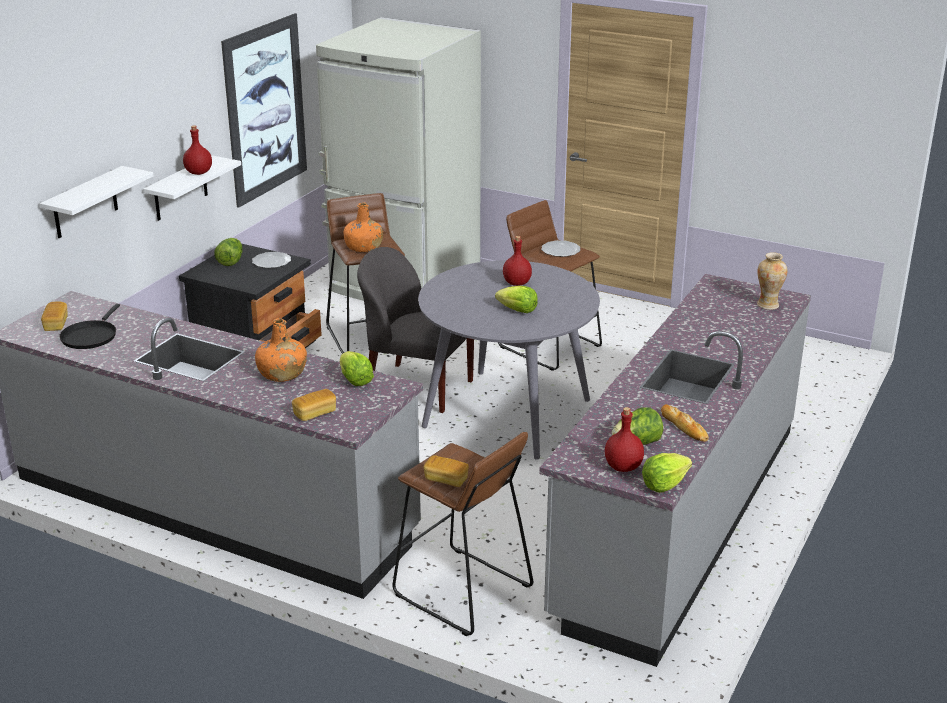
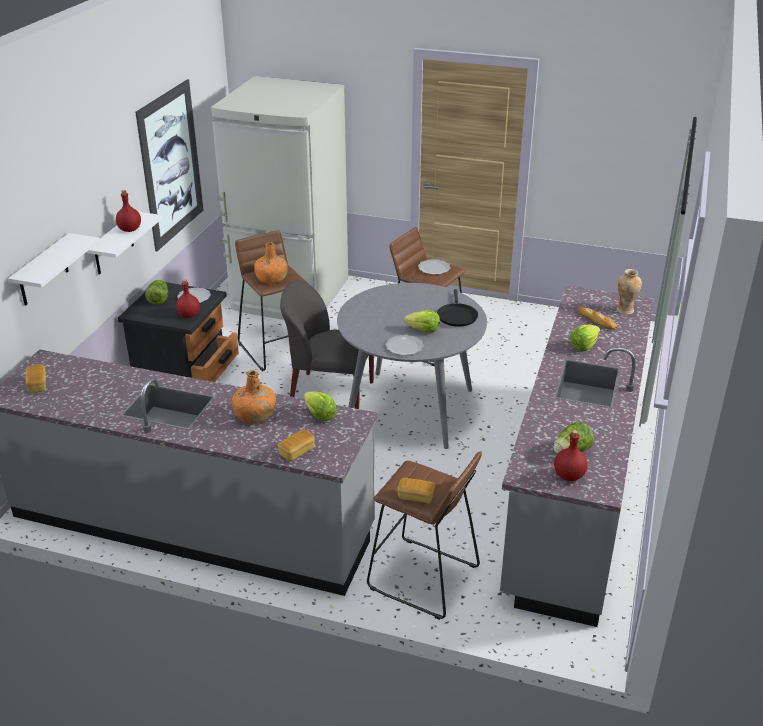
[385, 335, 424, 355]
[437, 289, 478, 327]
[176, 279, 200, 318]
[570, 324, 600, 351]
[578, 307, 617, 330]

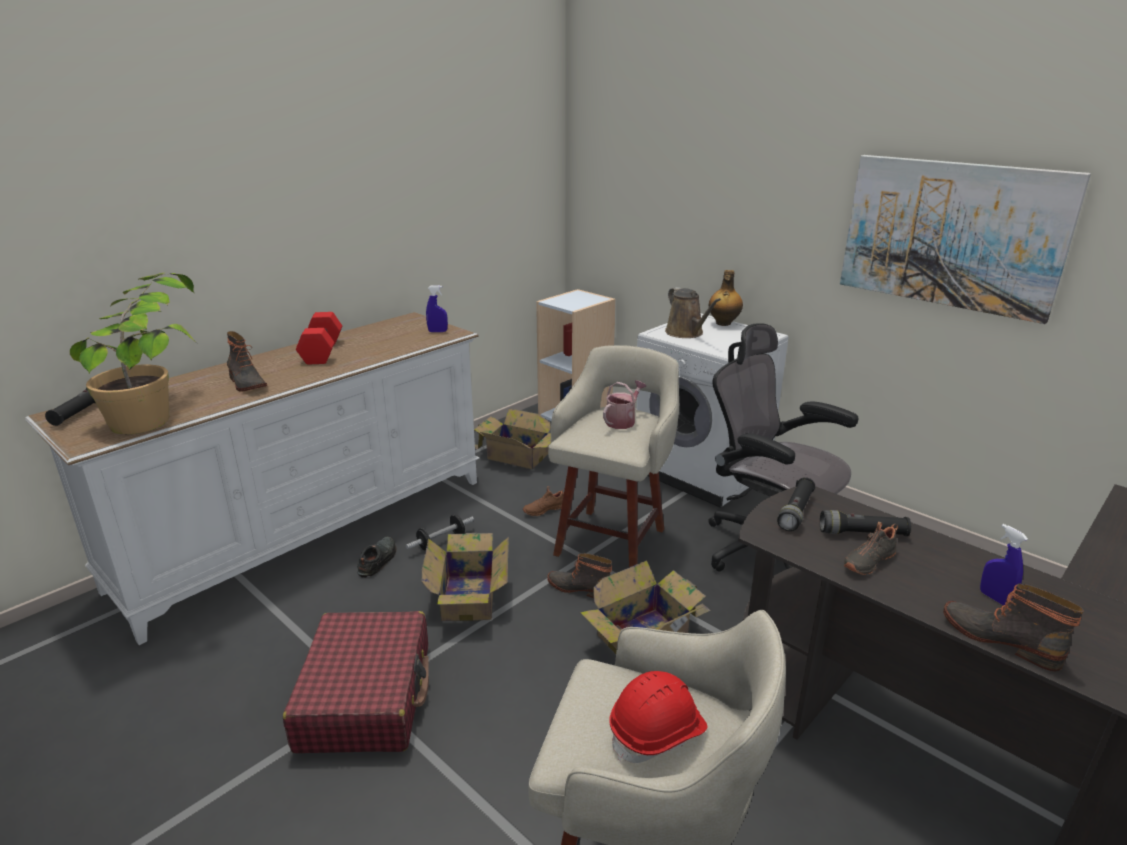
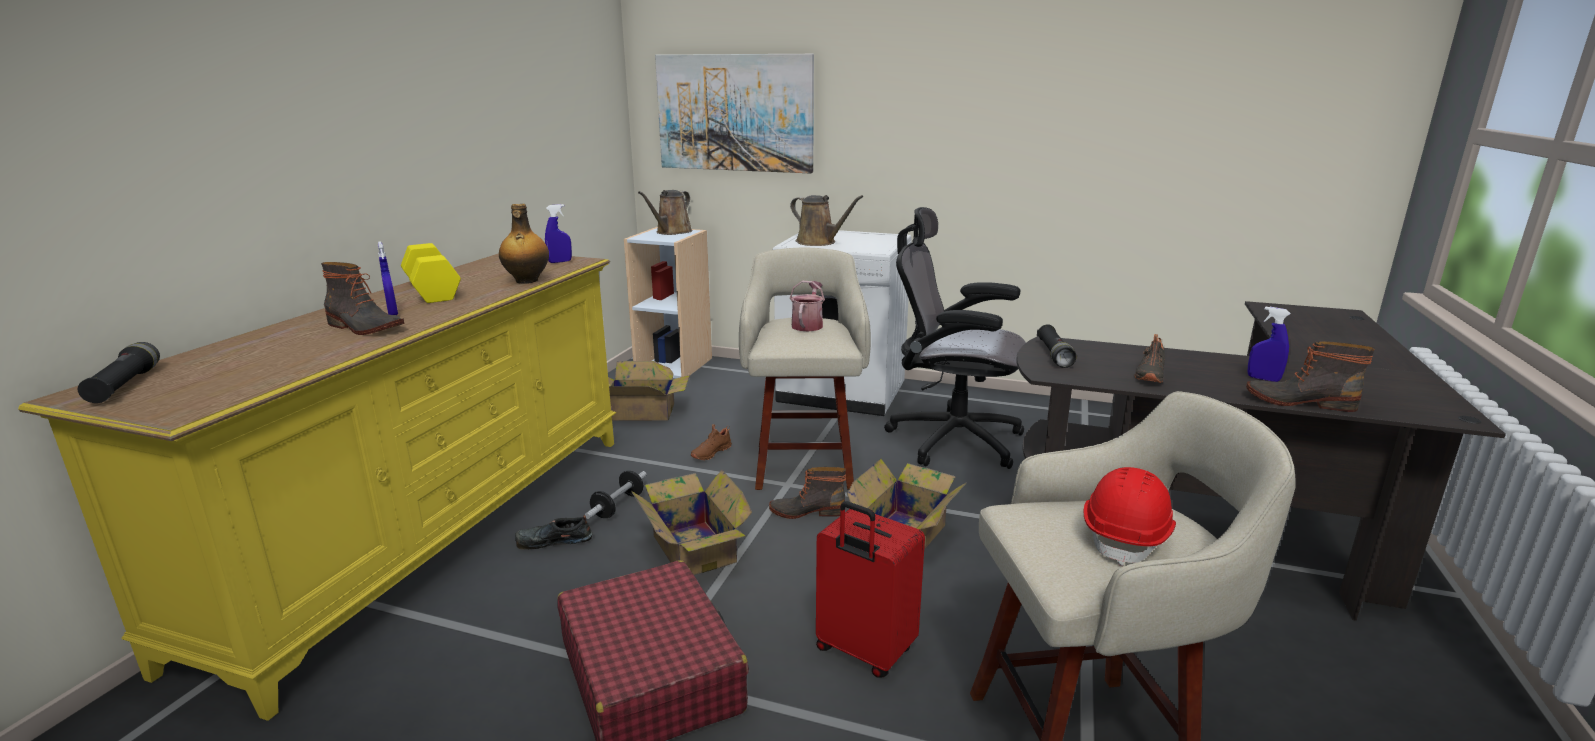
[70, 272, 198, 434] (first image)
[820, 510, 911, 536] (first image)
[378, 241, 398, 315]
[638, 190, 692, 235]
[816, 501, 925, 678]
[499, 204, 549, 284]
[655, 54, 814, 173]
[18, 253, 616, 721]
[401, 243, 461, 303]
[515, 515, 592, 549]

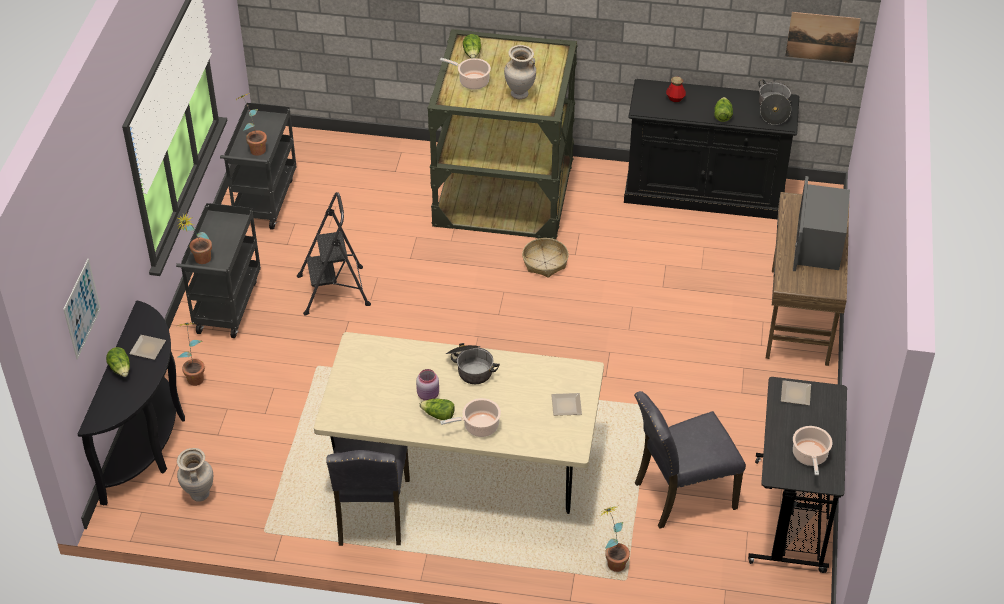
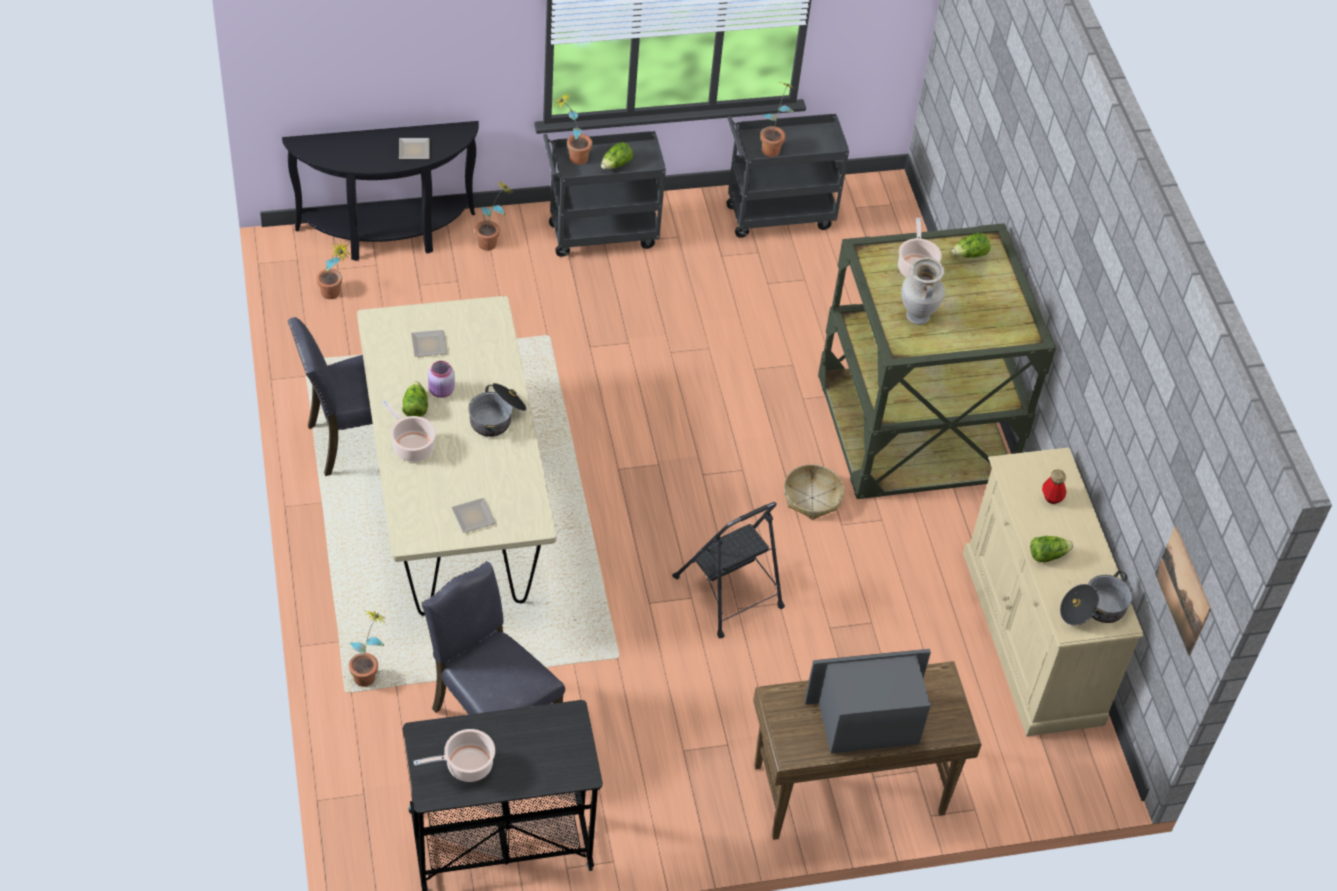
[63, 259, 101, 359] (first image)
[601, 142, 633, 169]
[672, 502, 785, 638]
[411, 330, 447, 357]
[316, 242, 351, 299]
[963, 447, 1143, 737]

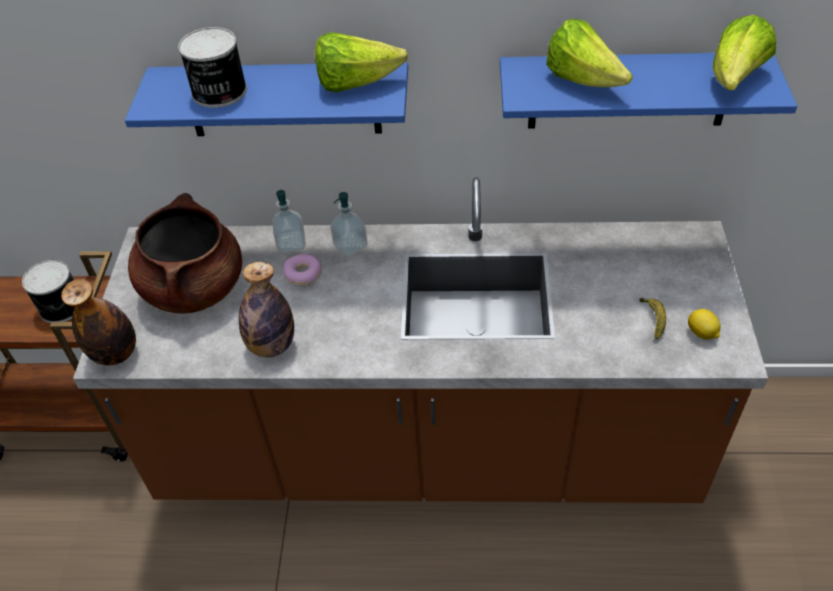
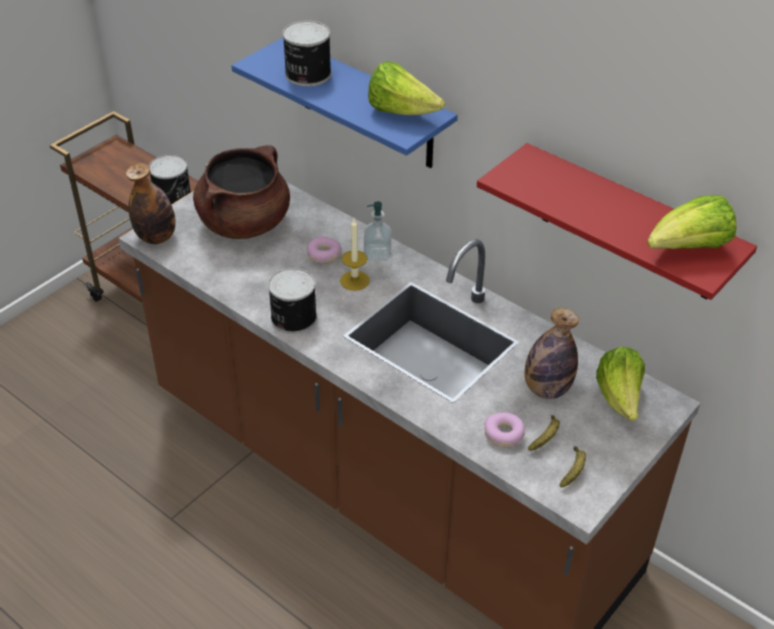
[273, 190, 306, 253] (first image)
[268, 268, 317, 334]
[340, 219, 370, 291]
[484, 412, 525, 447]
[525, 308, 579, 399]
[596, 346, 645, 421]
[559, 446, 586, 487]
[477, 143, 757, 300]

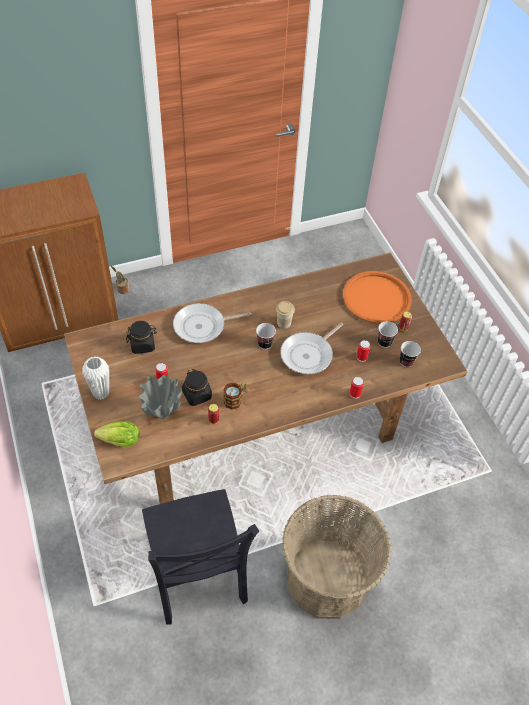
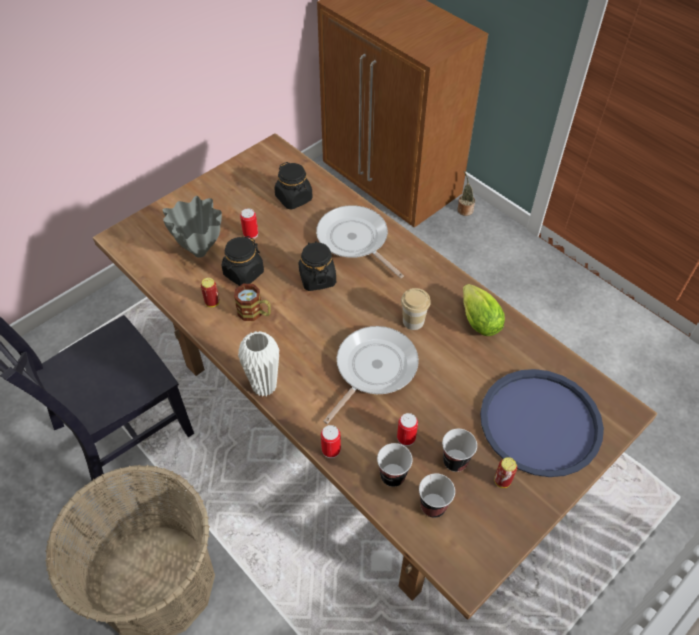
[298, 241, 336, 291]
[238, 331, 279, 397]
[463, 284, 505, 336]
[377, 443, 413, 487]
[480, 369, 604, 477]
[323, 326, 419, 424]

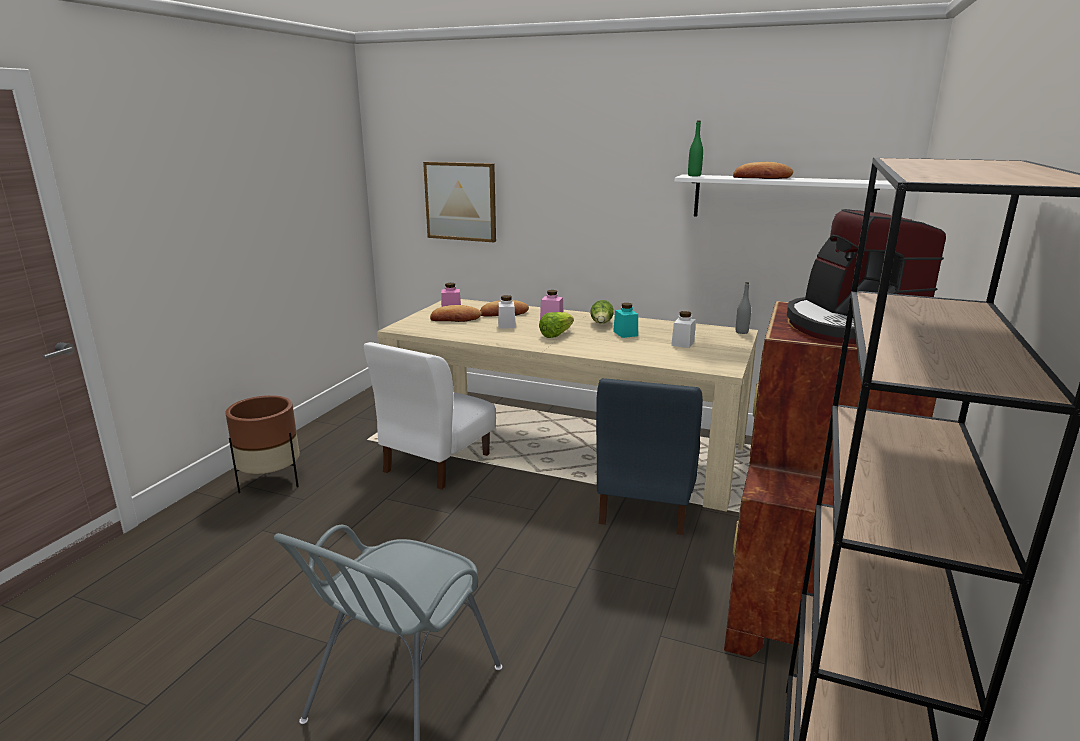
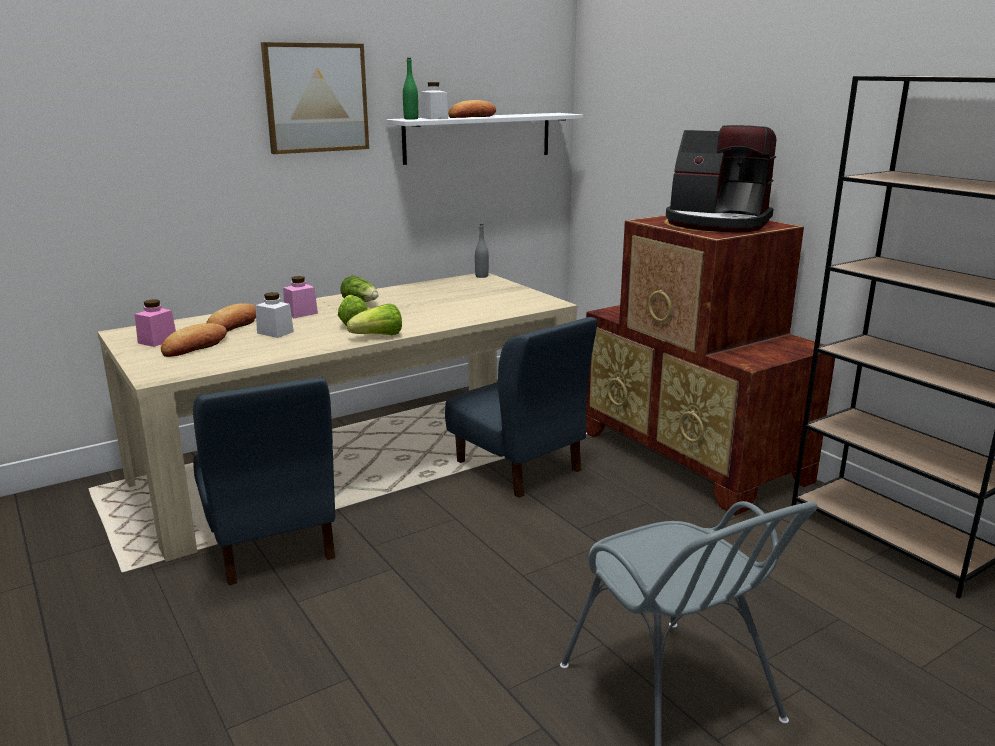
[225, 395, 300, 493] (first image)
[613, 303, 638, 338] (first image)
[347, 304, 402, 335]
[261, 42, 369, 154]
[421, 82, 448, 119]
[193, 377, 336, 586]

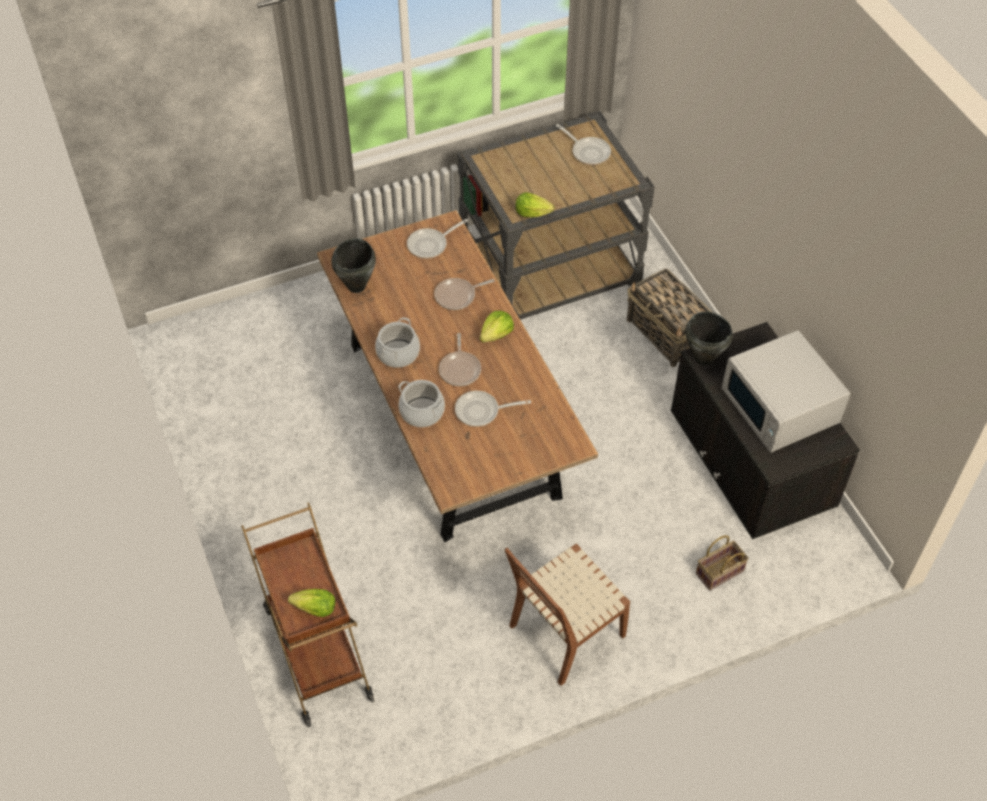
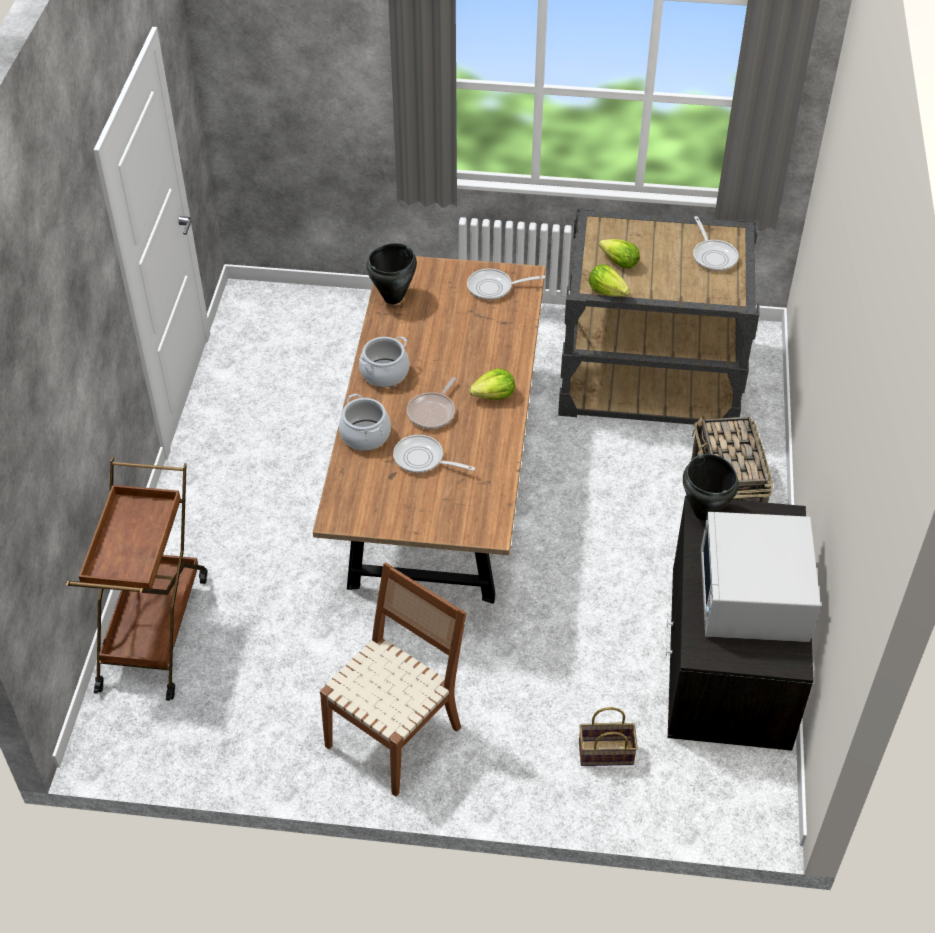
[434, 278, 495, 310] (first image)
[599, 239, 640, 269]
[320, 563, 466, 796]

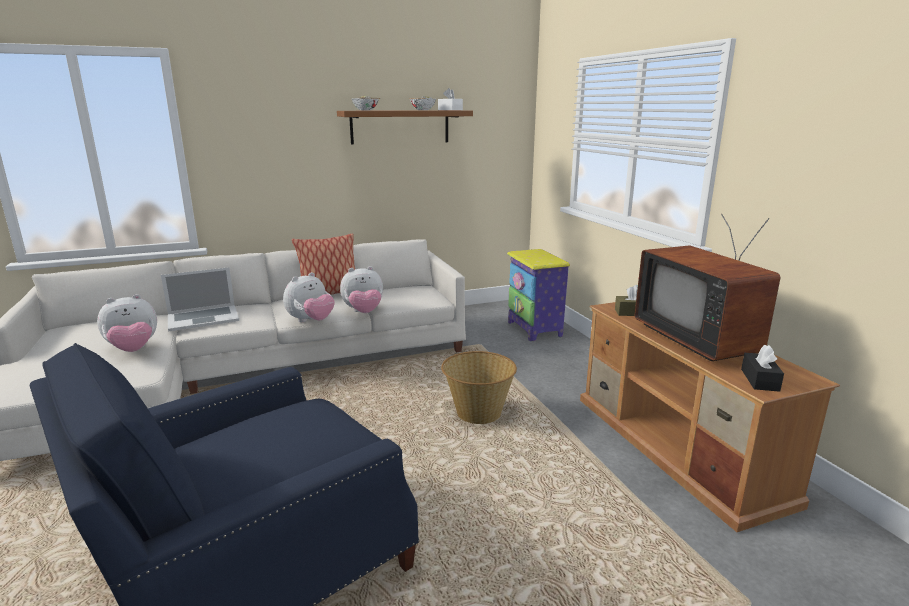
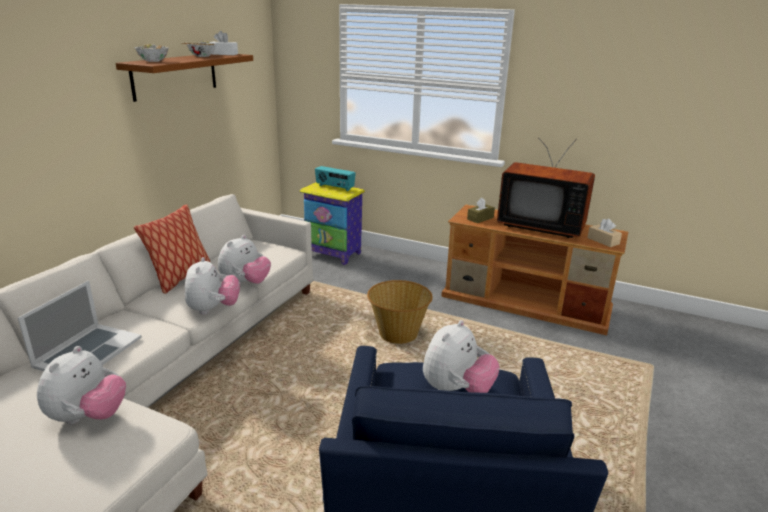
[315, 166, 356, 191]
[423, 320, 500, 393]
[587, 219, 622, 247]

